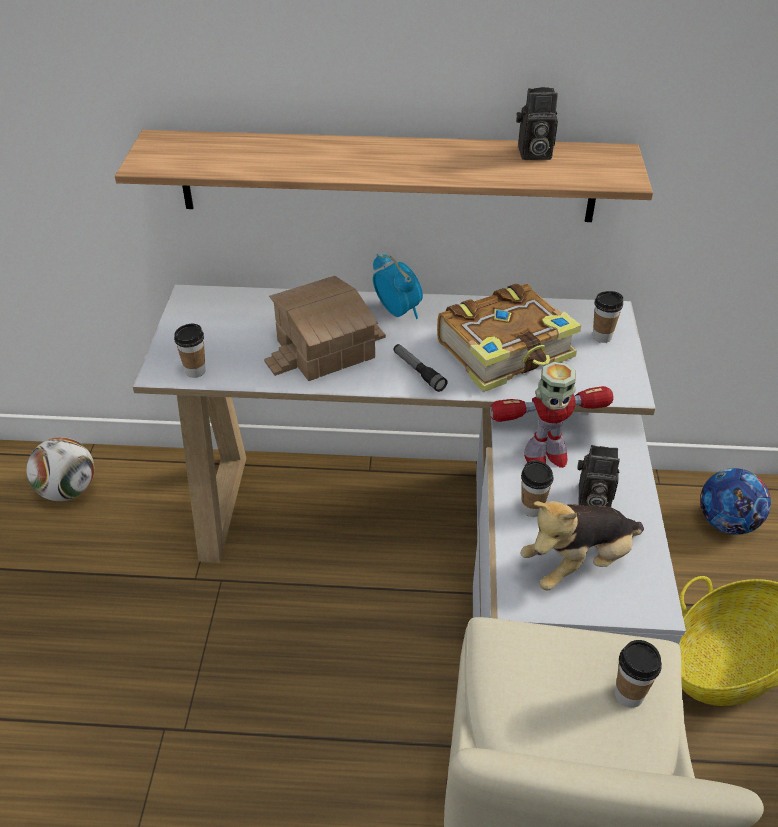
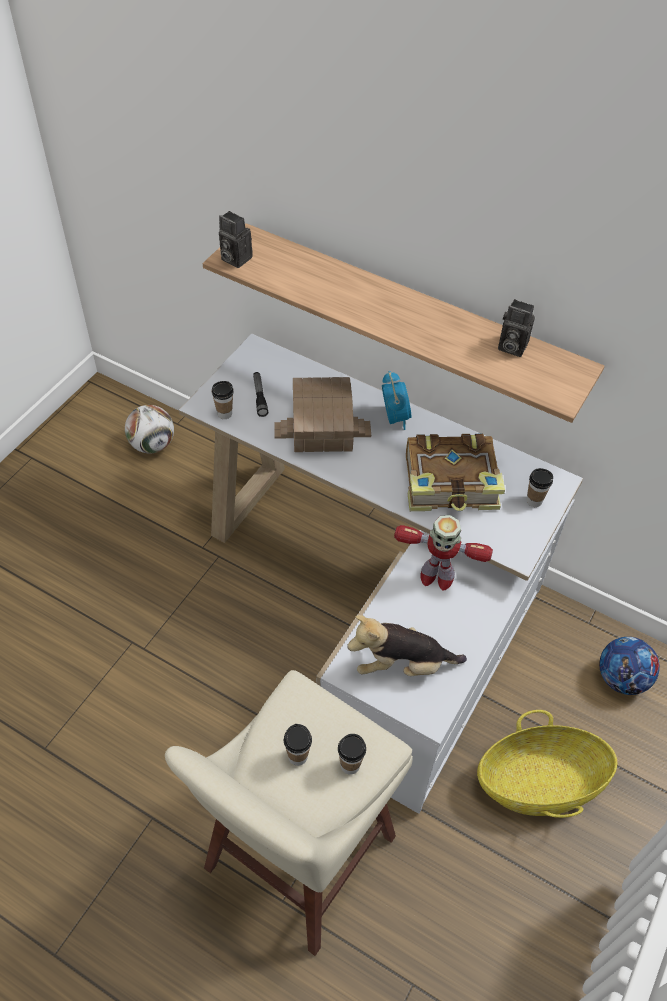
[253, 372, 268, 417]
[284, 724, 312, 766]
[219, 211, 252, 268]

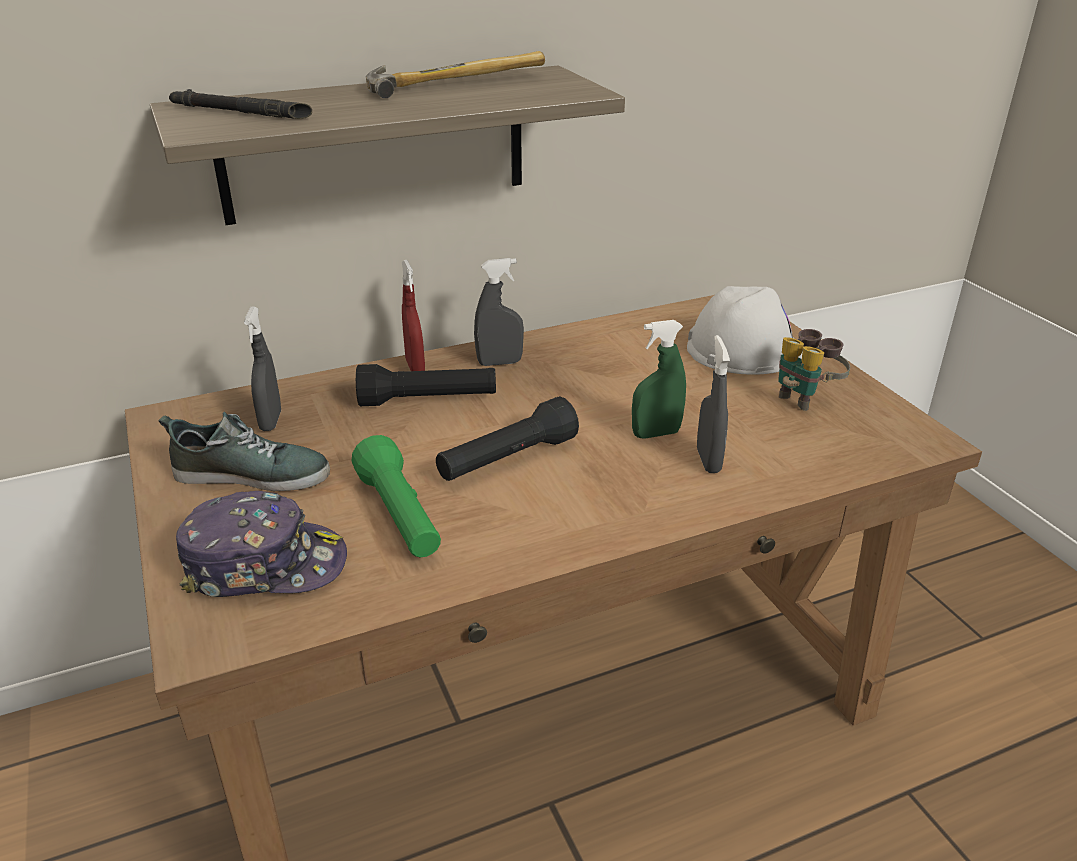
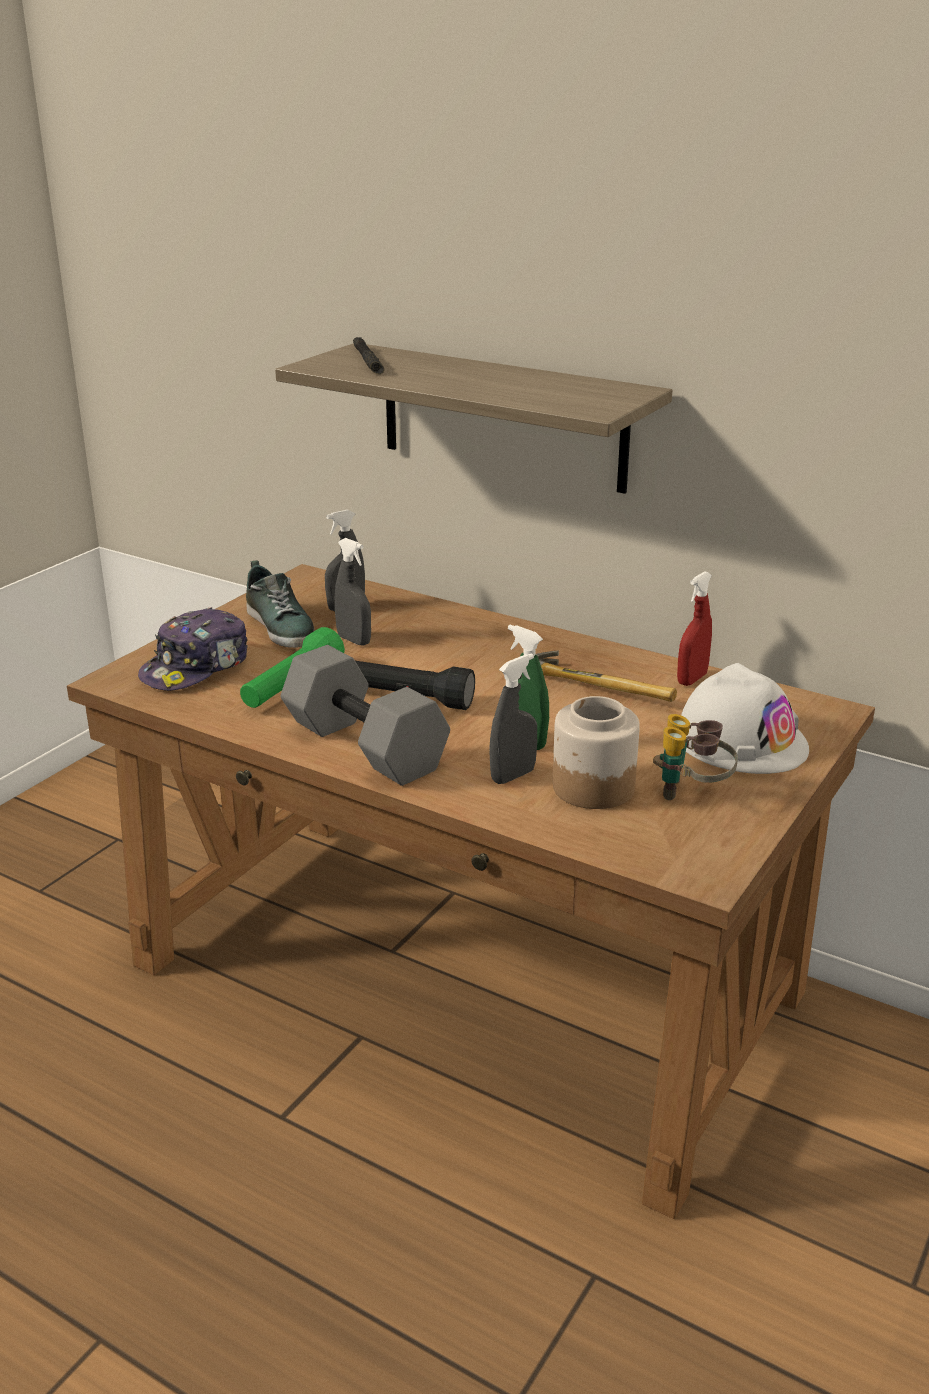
[356, 364, 496, 406] (first image)
[281, 645, 450, 786]
[553, 696, 640, 809]
[519, 650, 677, 702]
[677, 571, 712, 686]
[335, 538, 371, 646]
[138, 607, 248, 691]

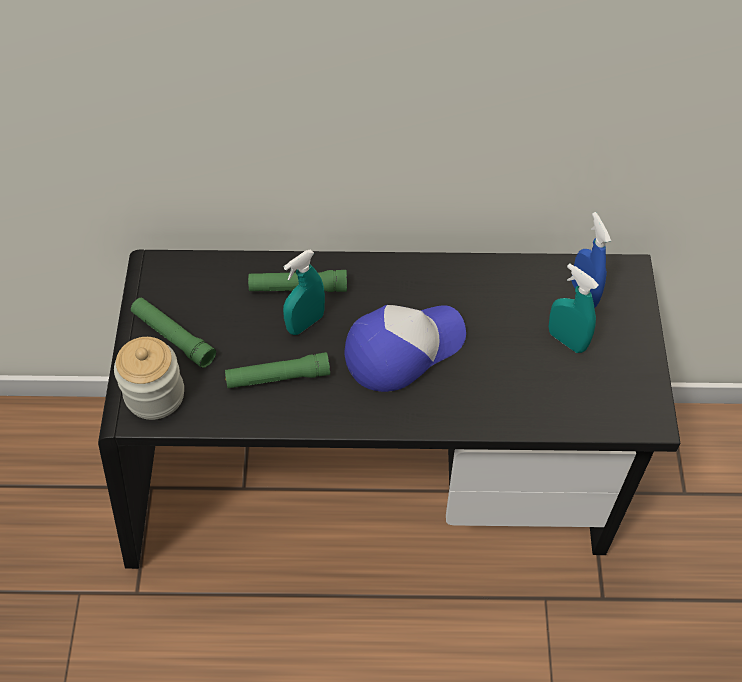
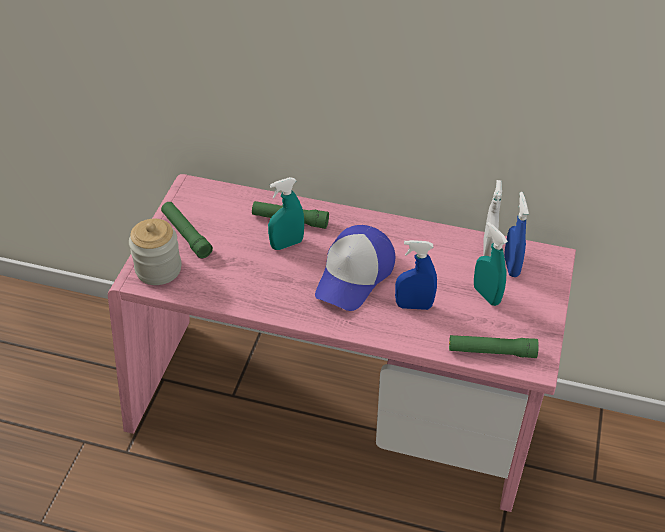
[395, 240, 437, 310]
[483, 180, 502, 257]
[449, 335, 539, 358]
[108, 174, 576, 512]
[315, 225, 395, 311]

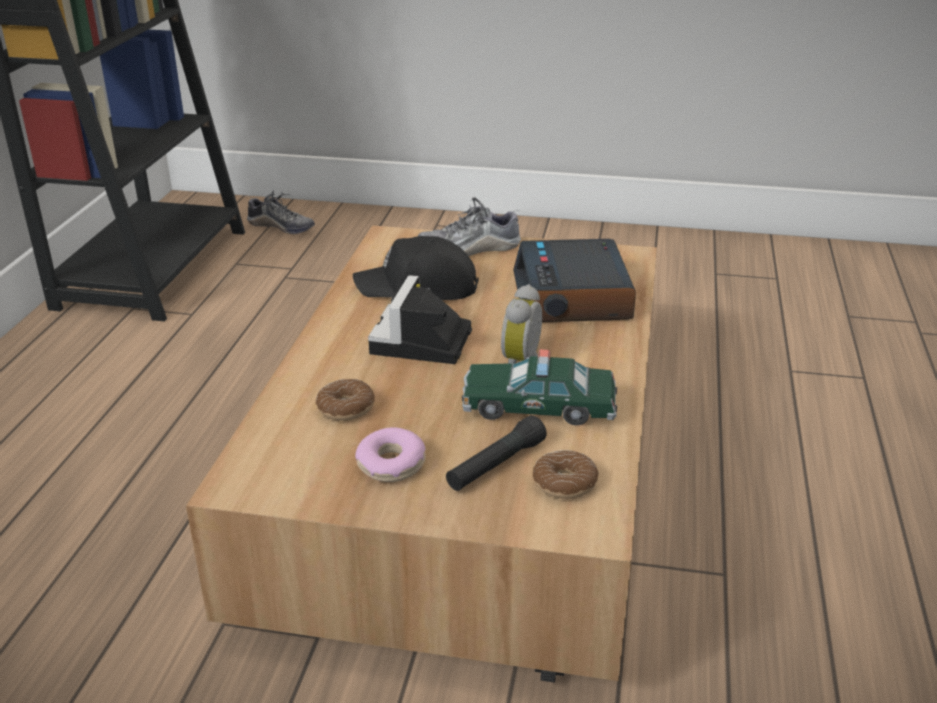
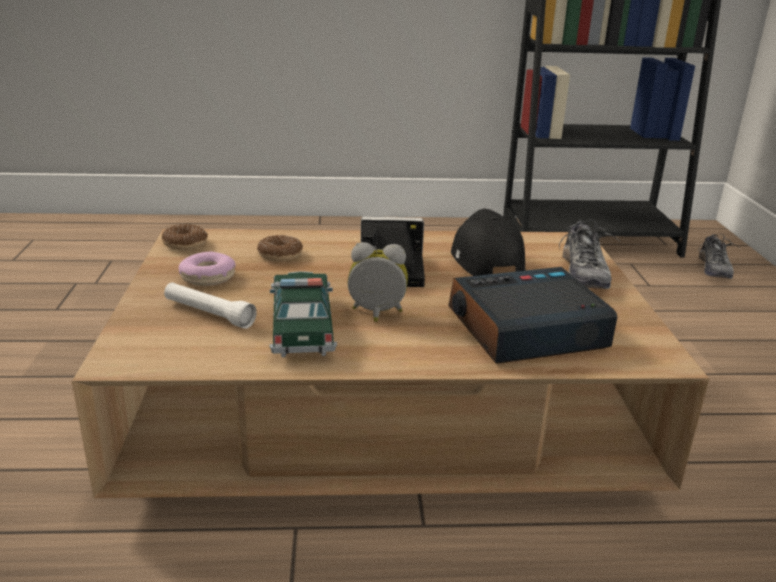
[162, 224, 208, 250]
[164, 282, 257, 329]
[559, 220, 620, 289]

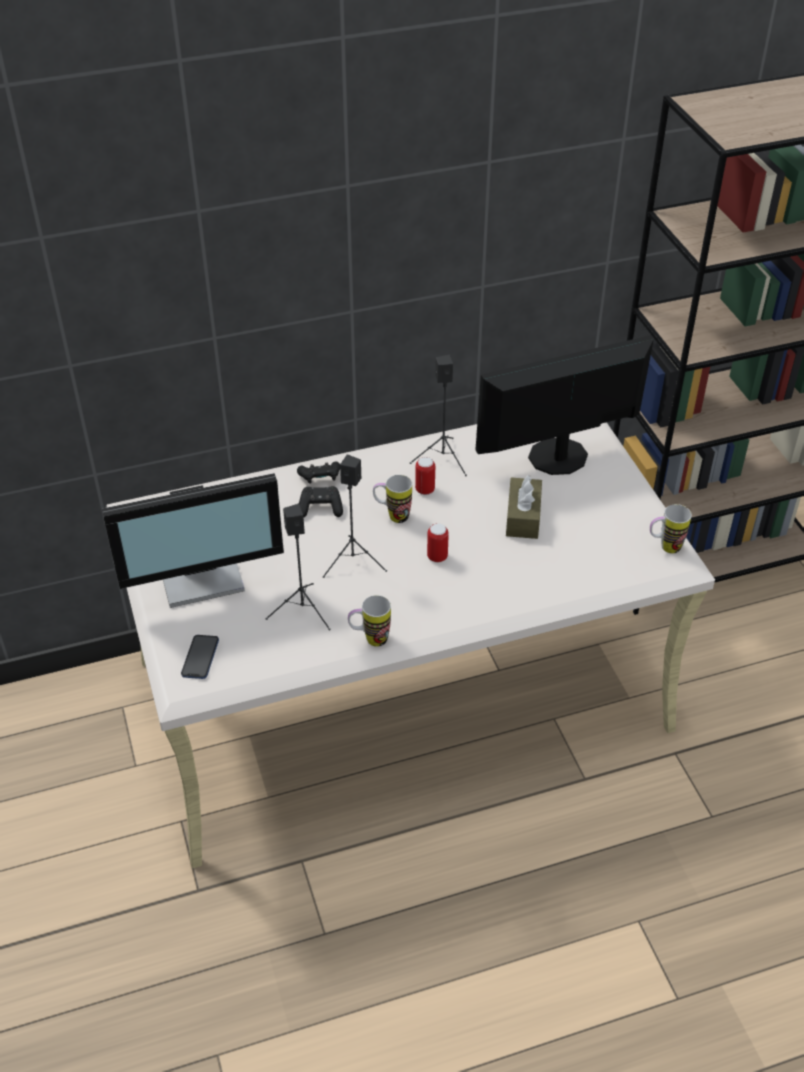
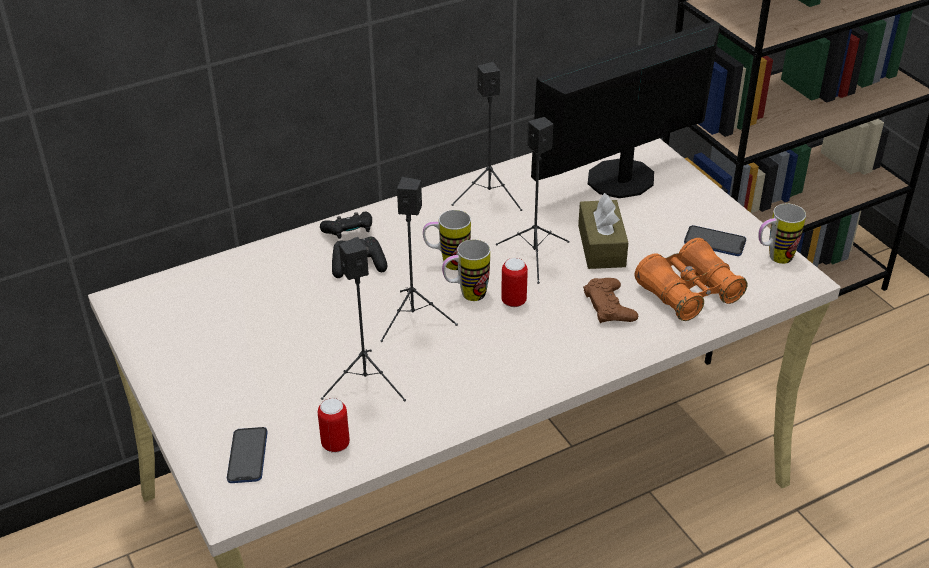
[102, 473, 284, 608] (first image)
[496, 117, 570, 284]
[583, 278, 638, 323]
[635, 238, 748, 321]
[684, 225, 746, 256]
[442, 239, 490, 301]
[318, 398, 350, 453]

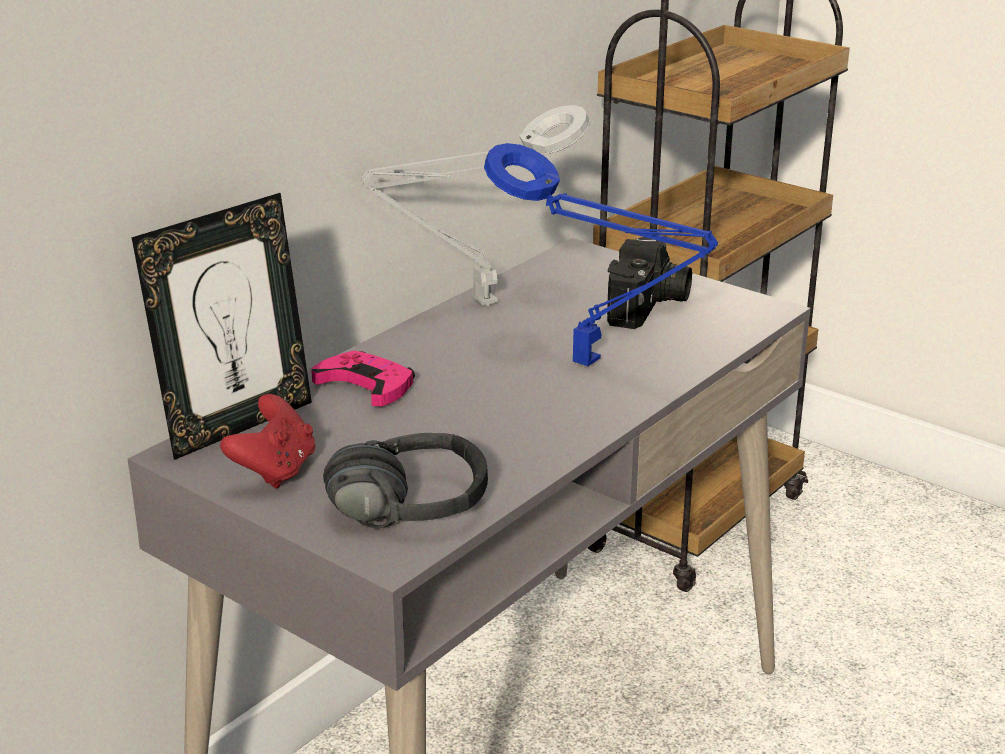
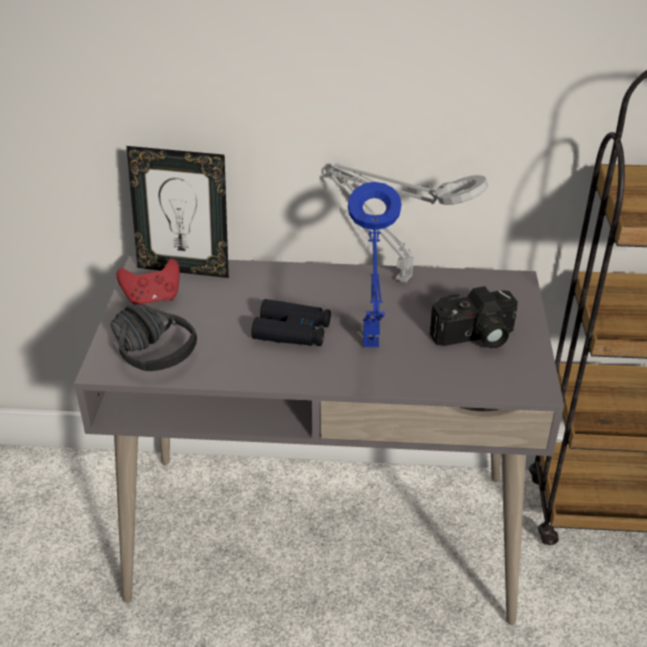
[311, 351, 415, 406] (first image)
[251, 299, 331, 346]

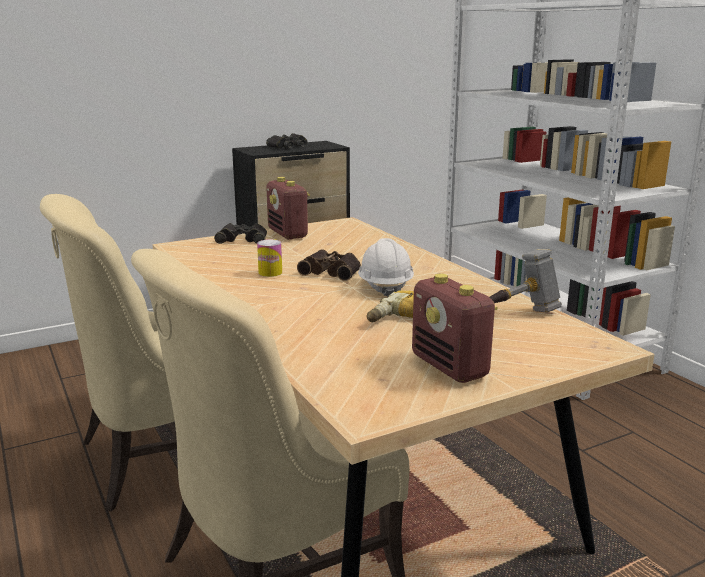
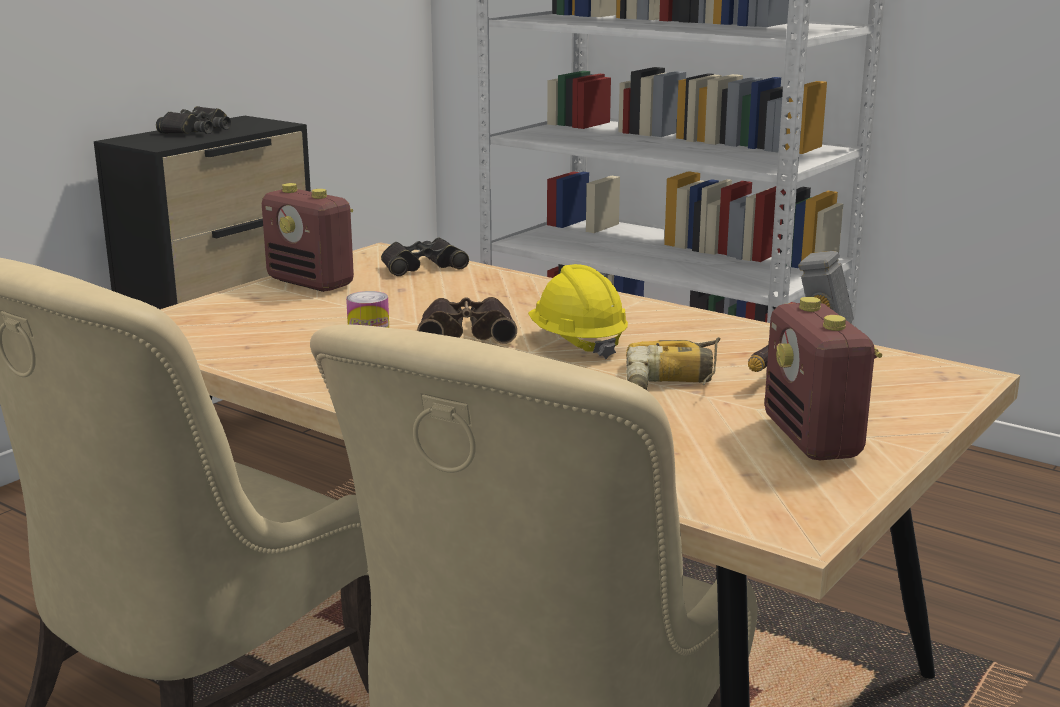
[381, 237, 469, 276]
[528, 264, 628, 359]
[765, 297, 882, 460]

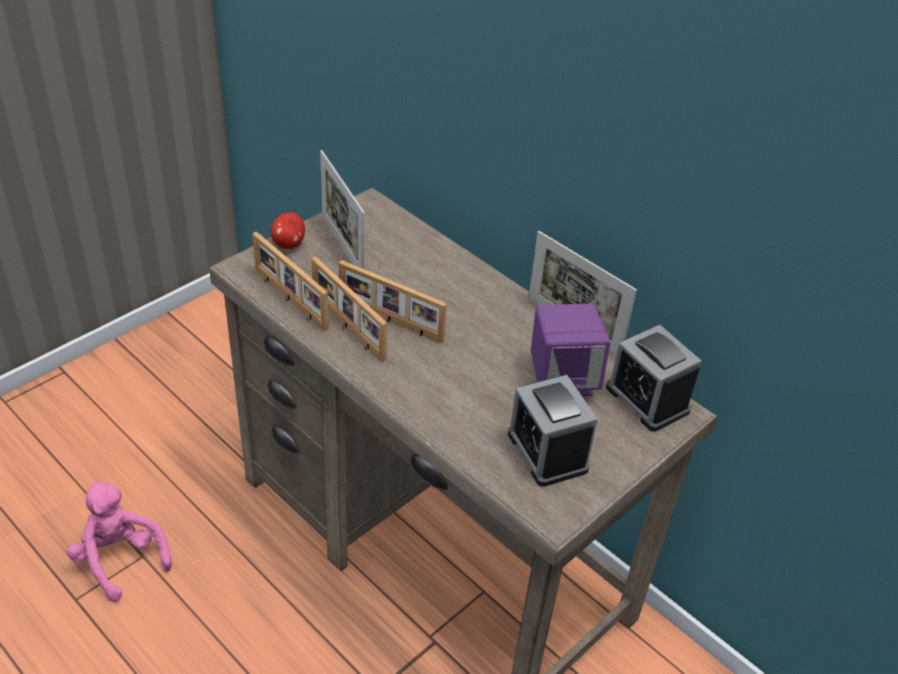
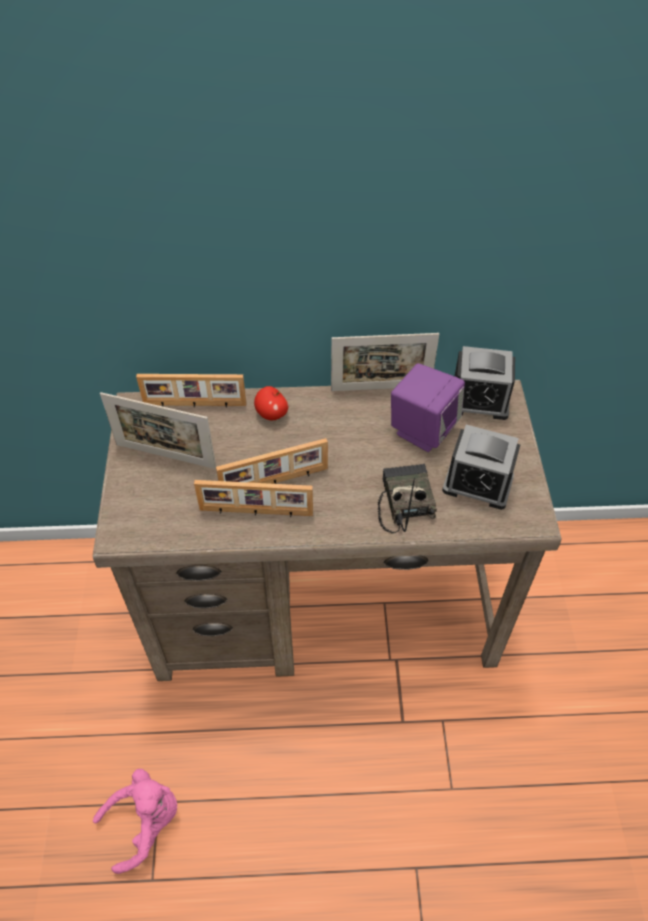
[378, 464, 437, 533]
[136, 374, 246, 408]
[254, 386, 288, 420]
[93, 769, 177, 874]

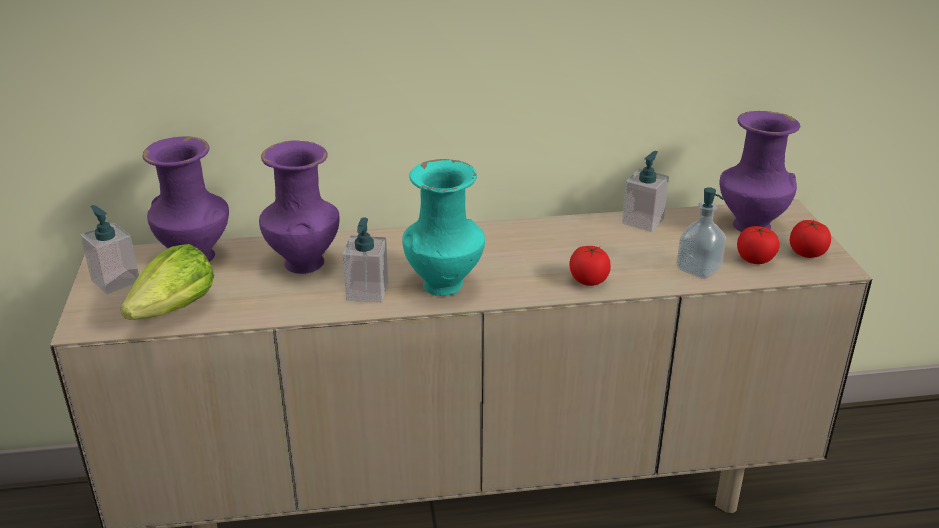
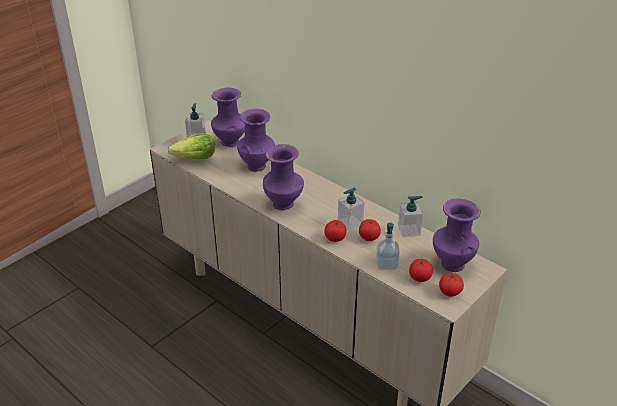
[359, 219, 381, 241]
[338, 188, 364, 231]
[263, 144, 304, 210]

